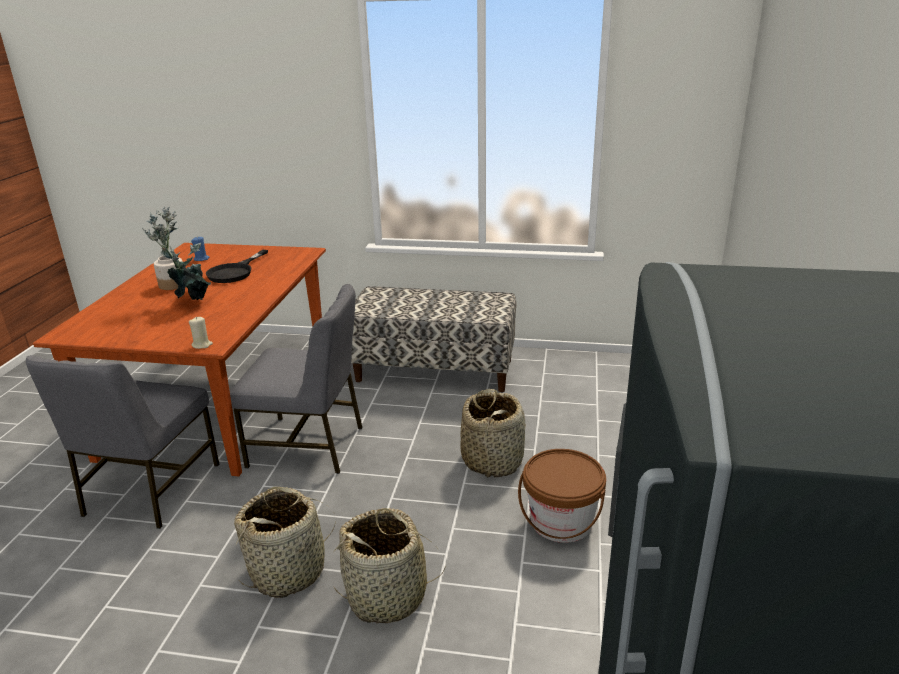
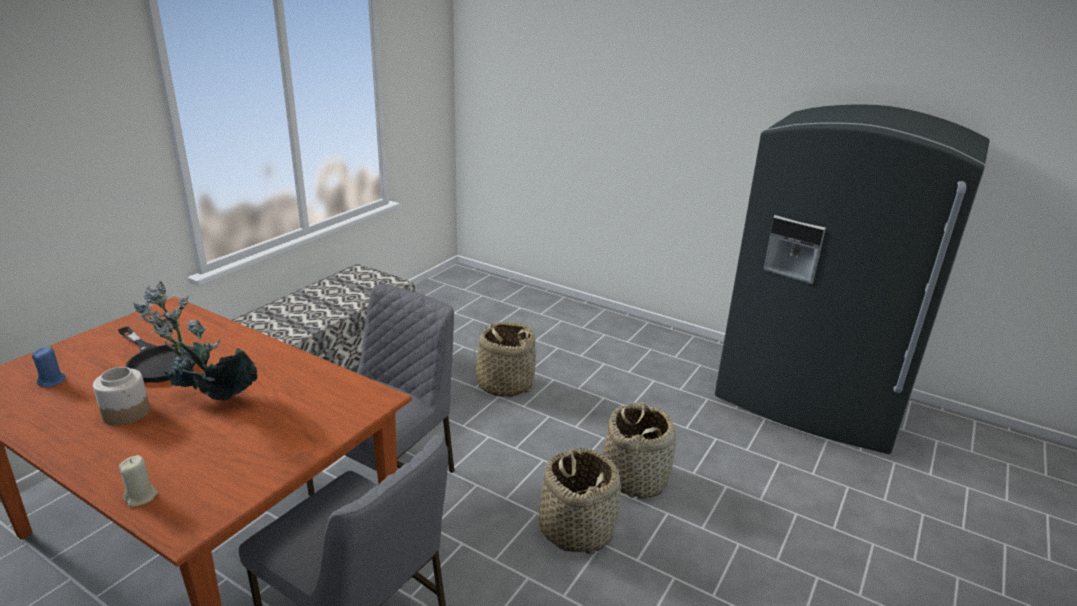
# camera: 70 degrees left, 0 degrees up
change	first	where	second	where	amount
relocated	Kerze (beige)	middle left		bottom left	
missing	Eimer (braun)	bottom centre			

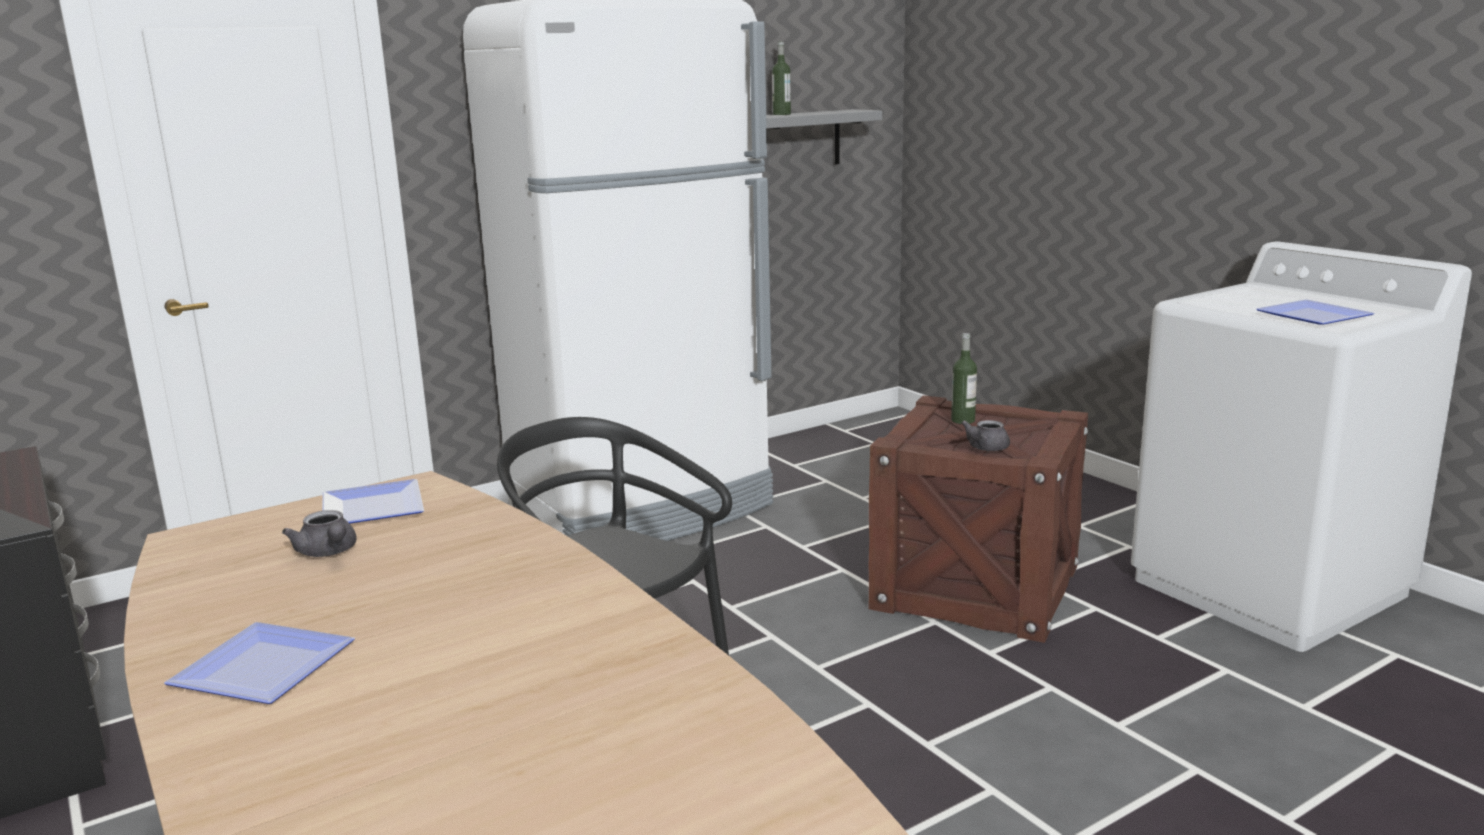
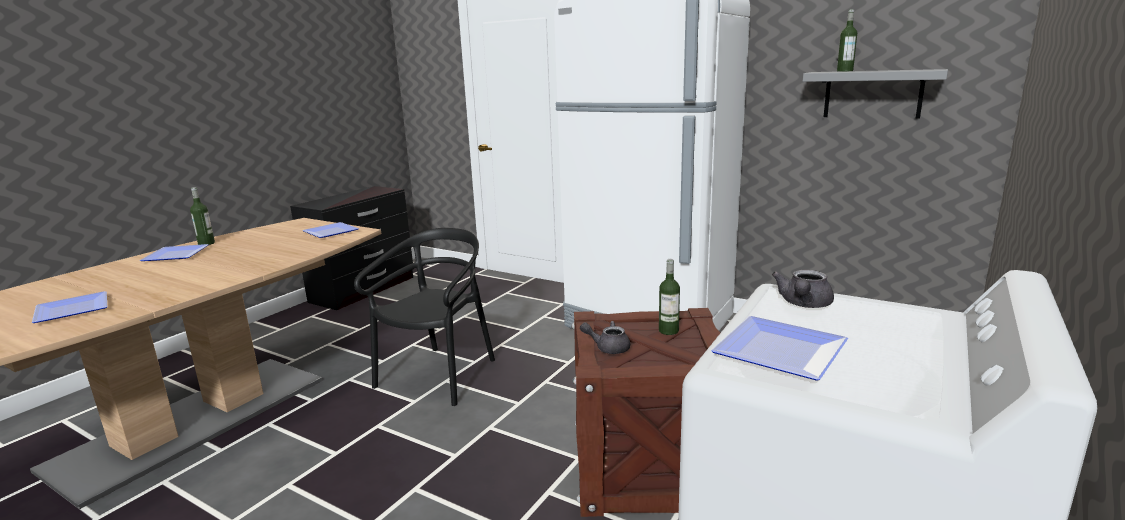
# camera: 65 degrees right, 0 degrees up
change	first	where	second	where	amount
appeared			Teller (no. 1 from left)	middle left	
appeared			Flasche (no. 1 from left)	middle left	
relocated	Teekanne (grau) (no. 1 from left in the first image)	middle left	Teekanne (grau) (no. 2 from left)	middle right	

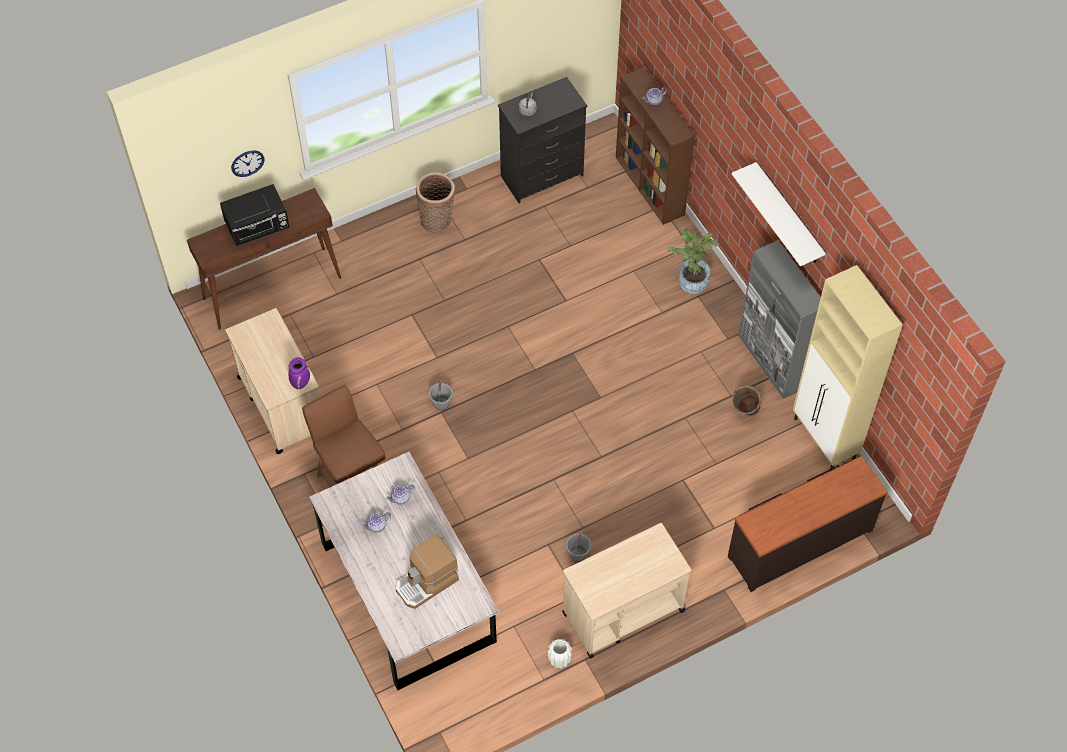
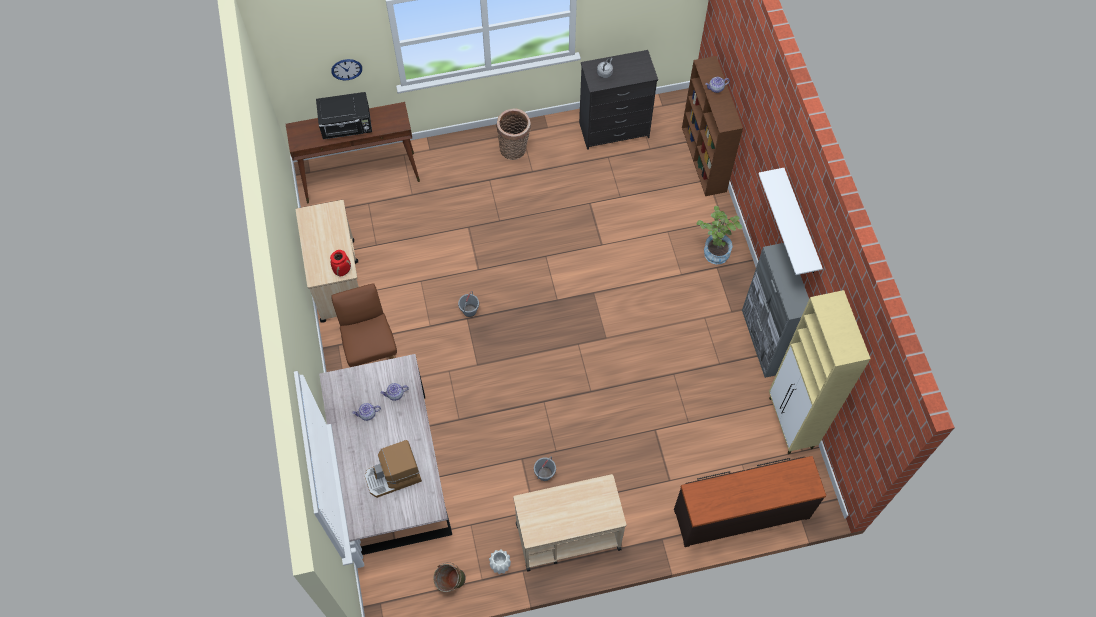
# camera: 15 degrees right, 5 degrees up
change	first	where	second	where	amount
colour	Vase (lila)	middle left	Vase (rot)	middle left	
relocated	Eimer (grün)	middle right		bottom centre	

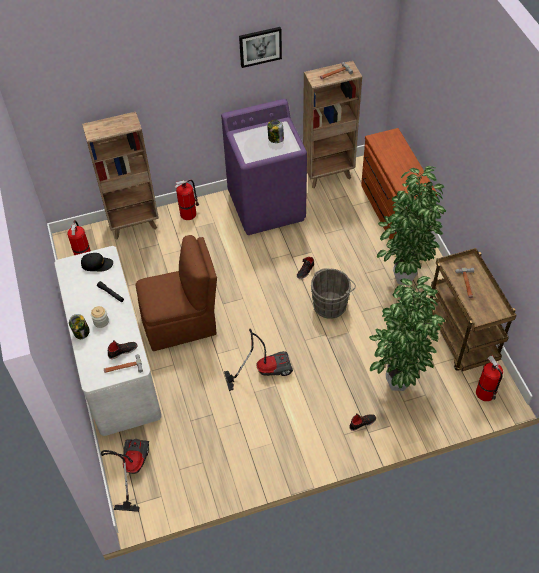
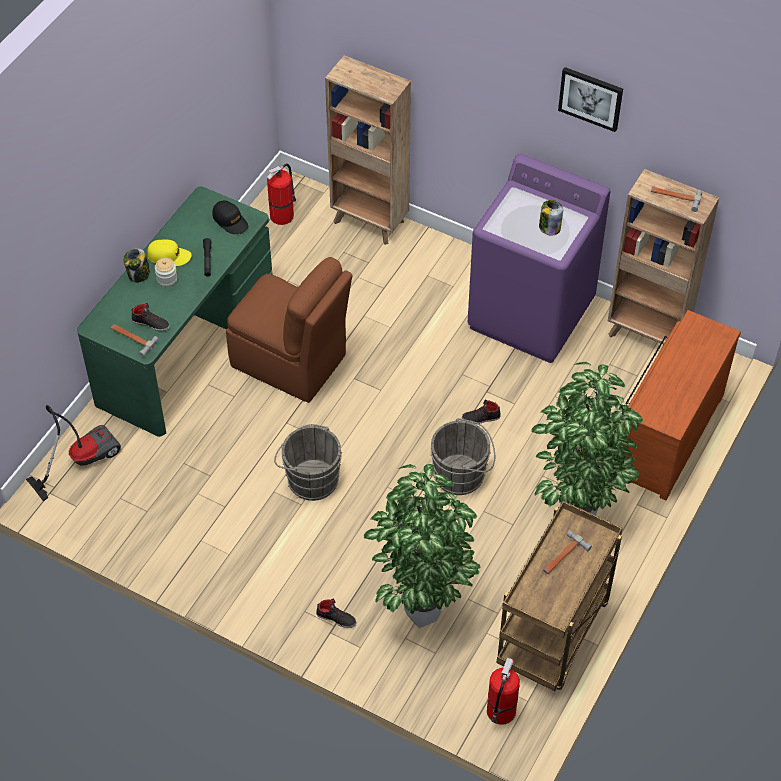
# camera: 45 degrees right, 0 degrees up
change	first	where	second	where	amount
colour	Schreibtisch (weiß)	middle left	Schreibtisch (grün)	middle left	
appeared			Kappe (gelb)	top left	
exchanged	Staubsauger (no. 2 from left)	centre	Eimer (grau) (no. 1 from left)	centre	
missing	Feuerlöscher (no. 2 from left)	centre			

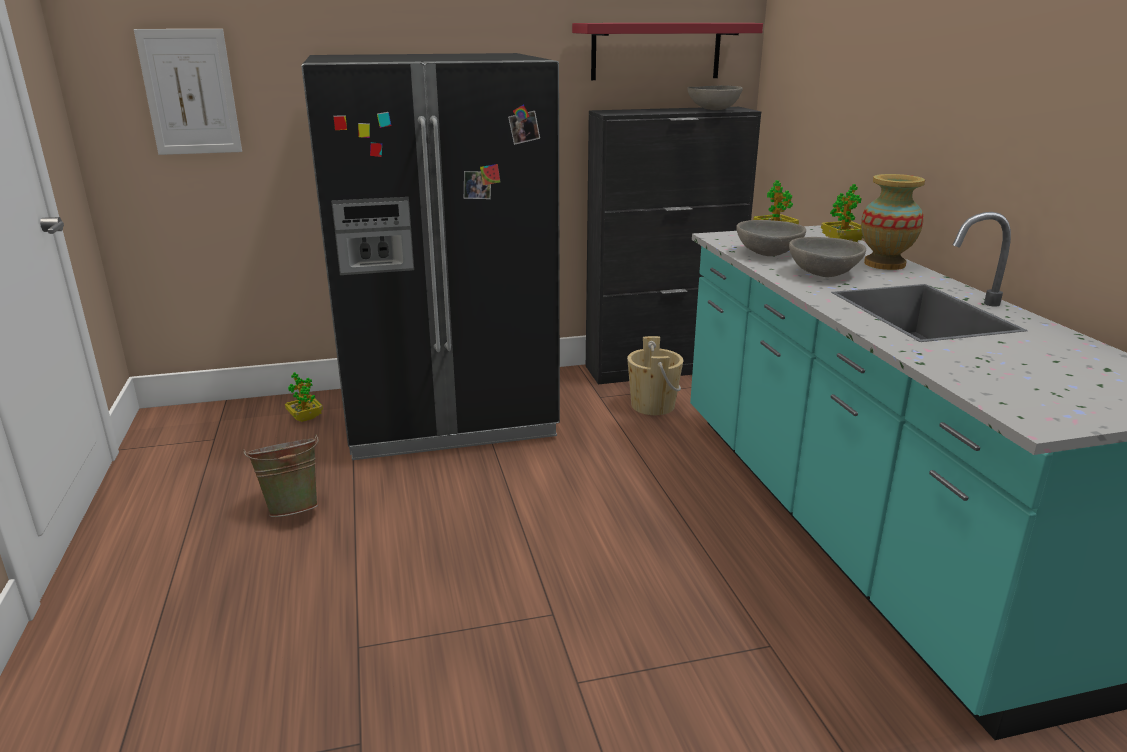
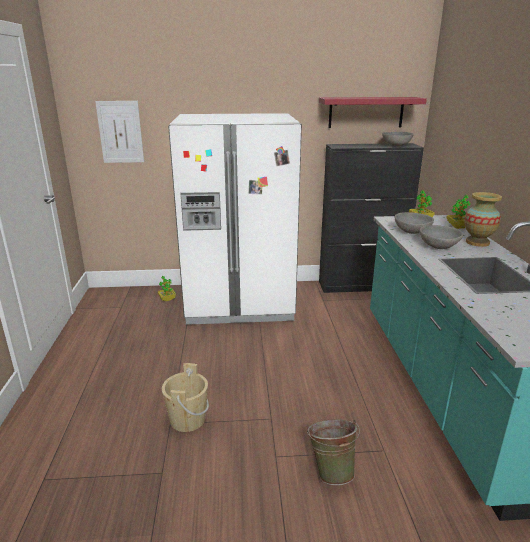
# camera: 10 degrees right, 0 degrees up
change	first	where	second	where	amount
relocated	Eimer (beige)	centre		bottom centre	
colour	Kühlschrank (schwarz)	centre	Kühlschrank (weiß)	centre	
relocated	Eimer (grün)	middle left		bottom centre	

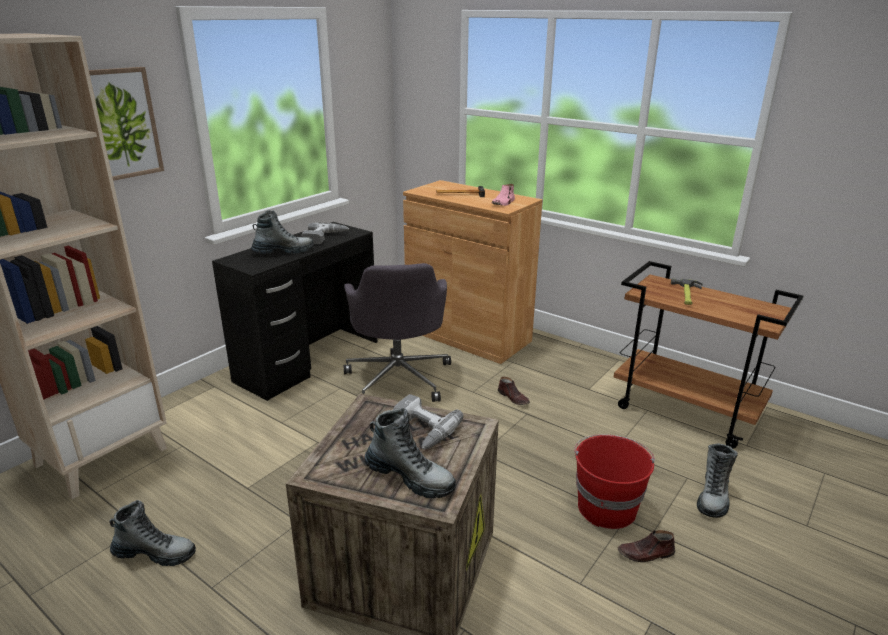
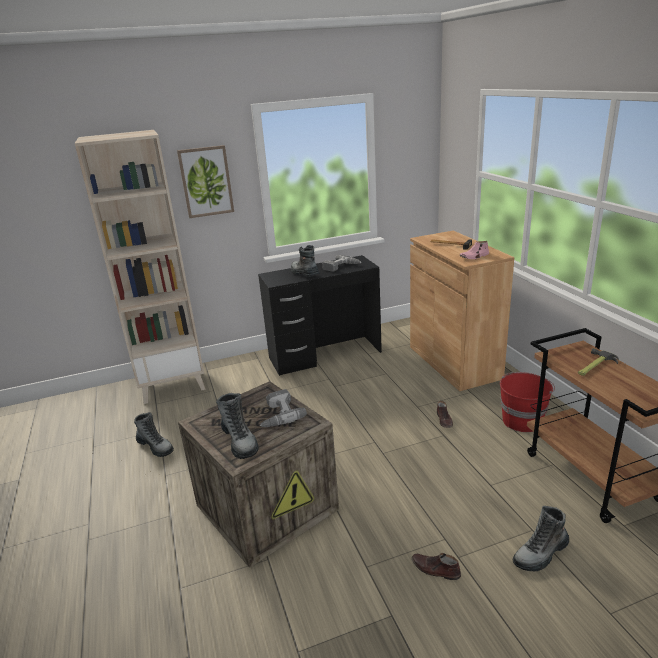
# camera: 35 degrees right, 0 degrees up
change	first	where	second	where	amount
spun	Stiefel (no. 2 from left in the first image)	middle left	Stiefel (no. 3 from left)	centre	135 degrees counterclockwise
relocated	Eimer (rot)	bottom right		middle right	
missing	Bürostuhl (grau)	centre			

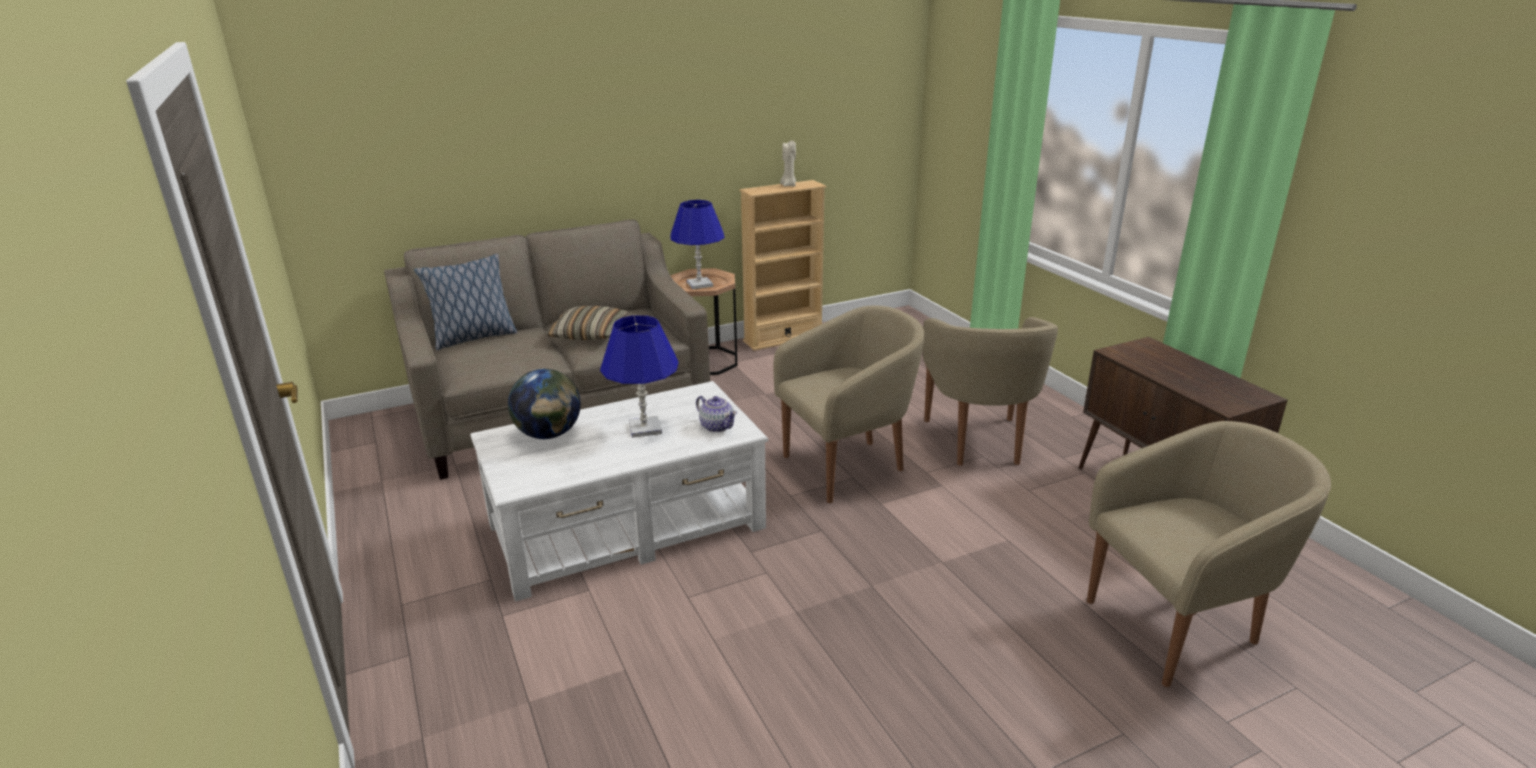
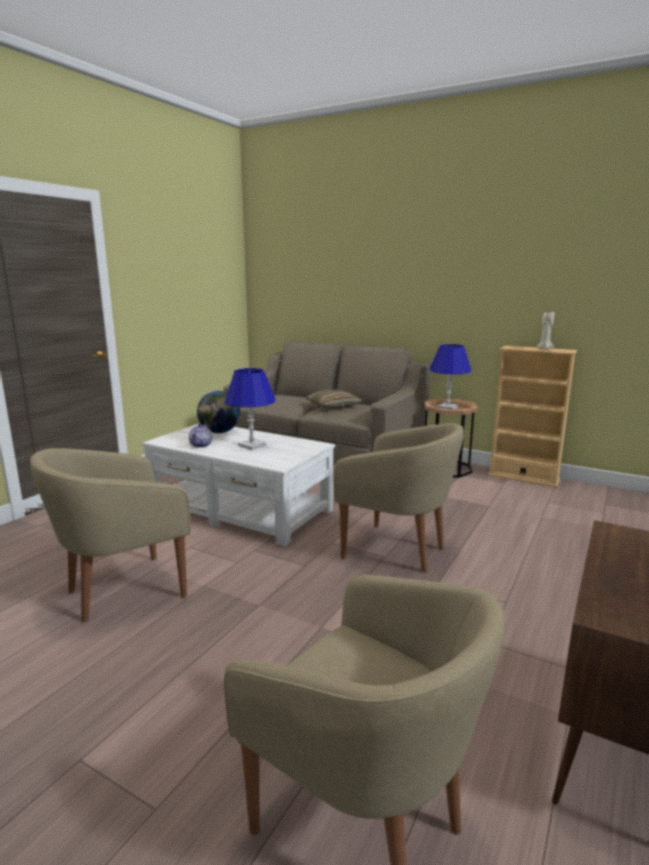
# camera: 55 degrees right, 10 degrees down
change	first	where	second	where	amount
relocated	Sessel (beige) (no. 2 from left in the first image)	centre	Sessel (beige) (no. 1 from left)	middle left	
relocated	Teekanne	centre		middle left	
missing	Kissen (no. 1 from left)	middle left			

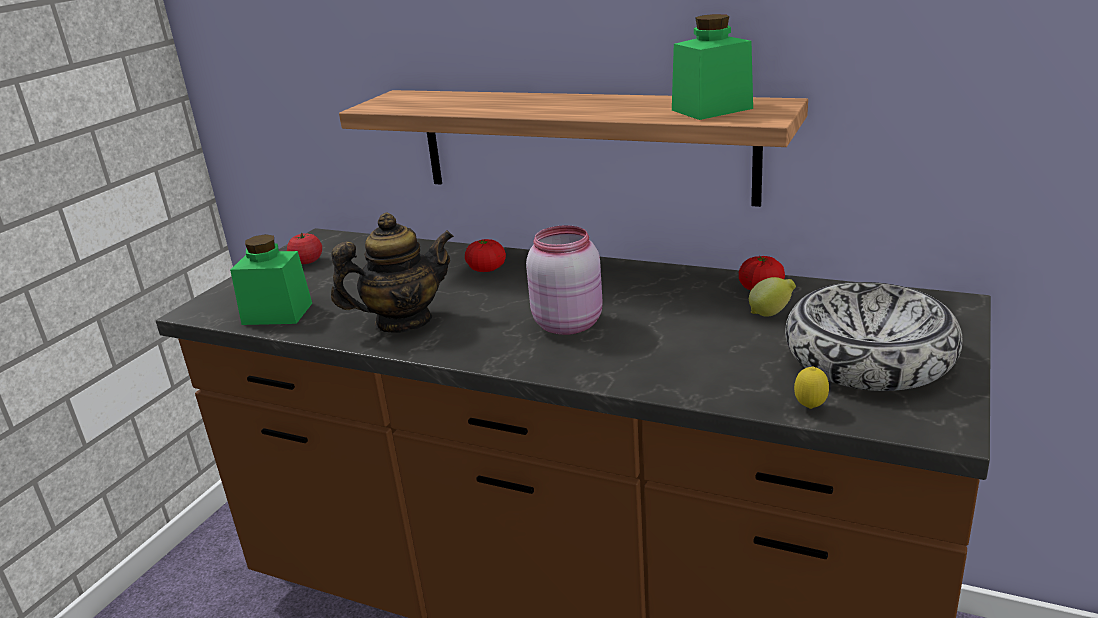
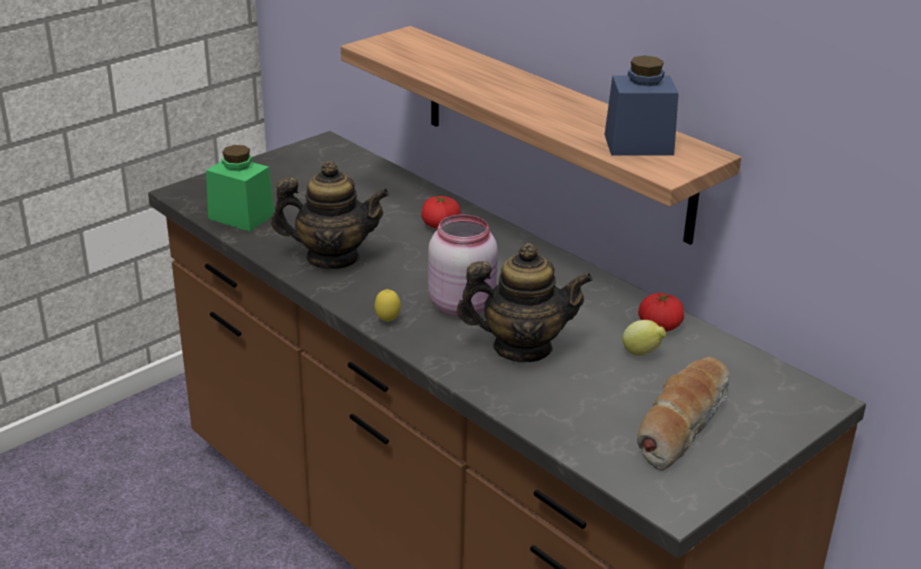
# camera: 20 degrees right, 5 degrees up
change	first	where	second	where	amount
relocated	Zitrone (no. 2 from left in the first image)	middle right	Zitrone (no. 1 from left)	centre	
appeared			Teekanne (no. 2 from left)	centre	
colour	Vorratsglas (grün) (no. 2 from left)	top centre	Vorratsglas (blau)	top right	
exchanged	Schüssel	middle right	Brot	bottom right	
missing	Tomate (no. 1 from left)	middle left			

